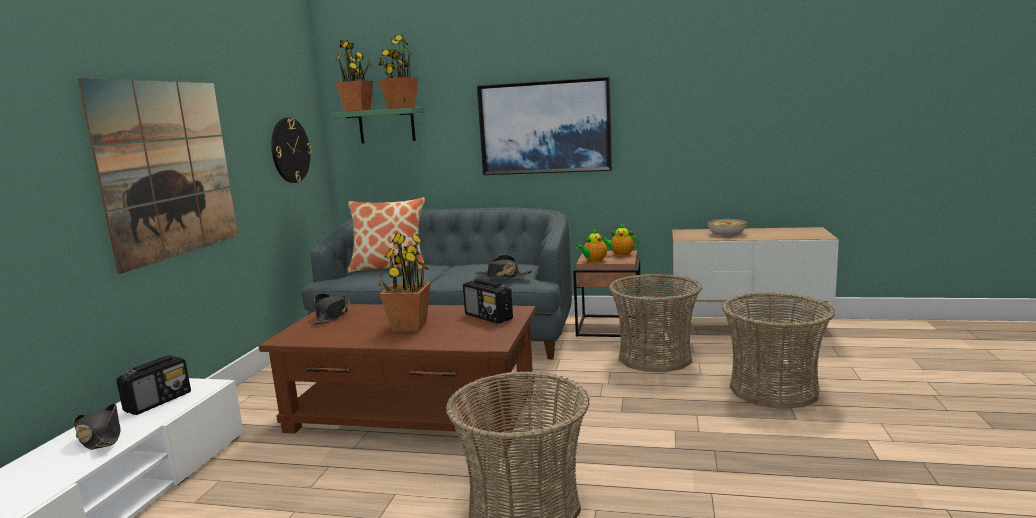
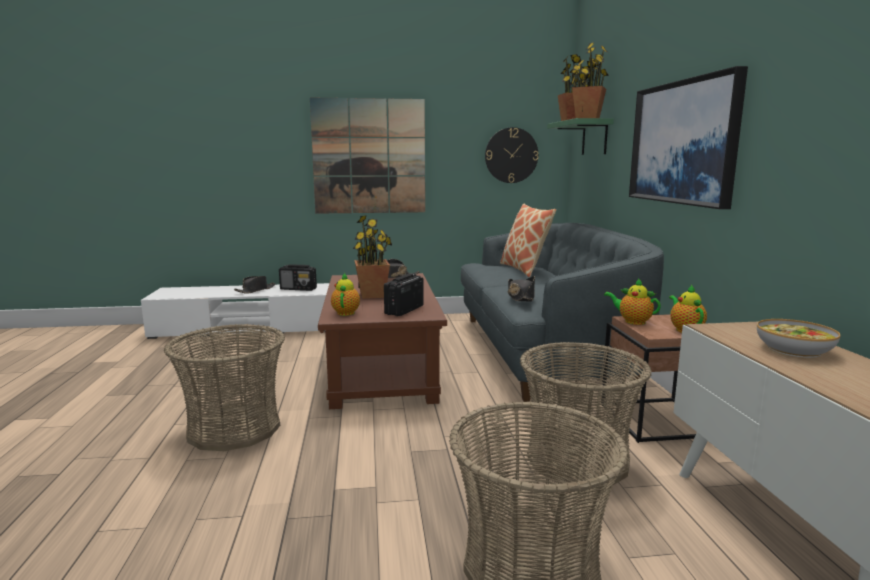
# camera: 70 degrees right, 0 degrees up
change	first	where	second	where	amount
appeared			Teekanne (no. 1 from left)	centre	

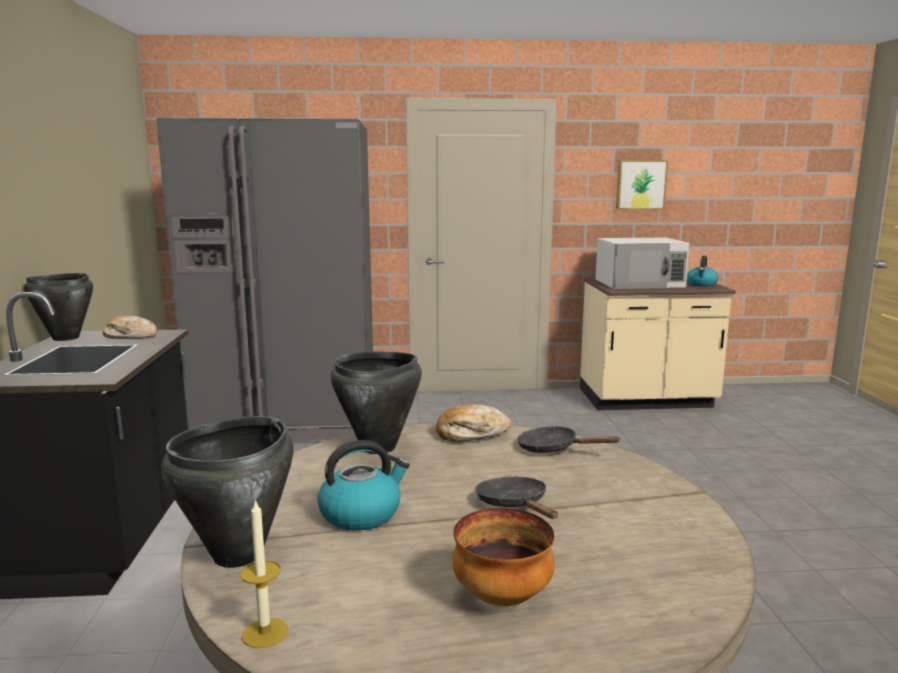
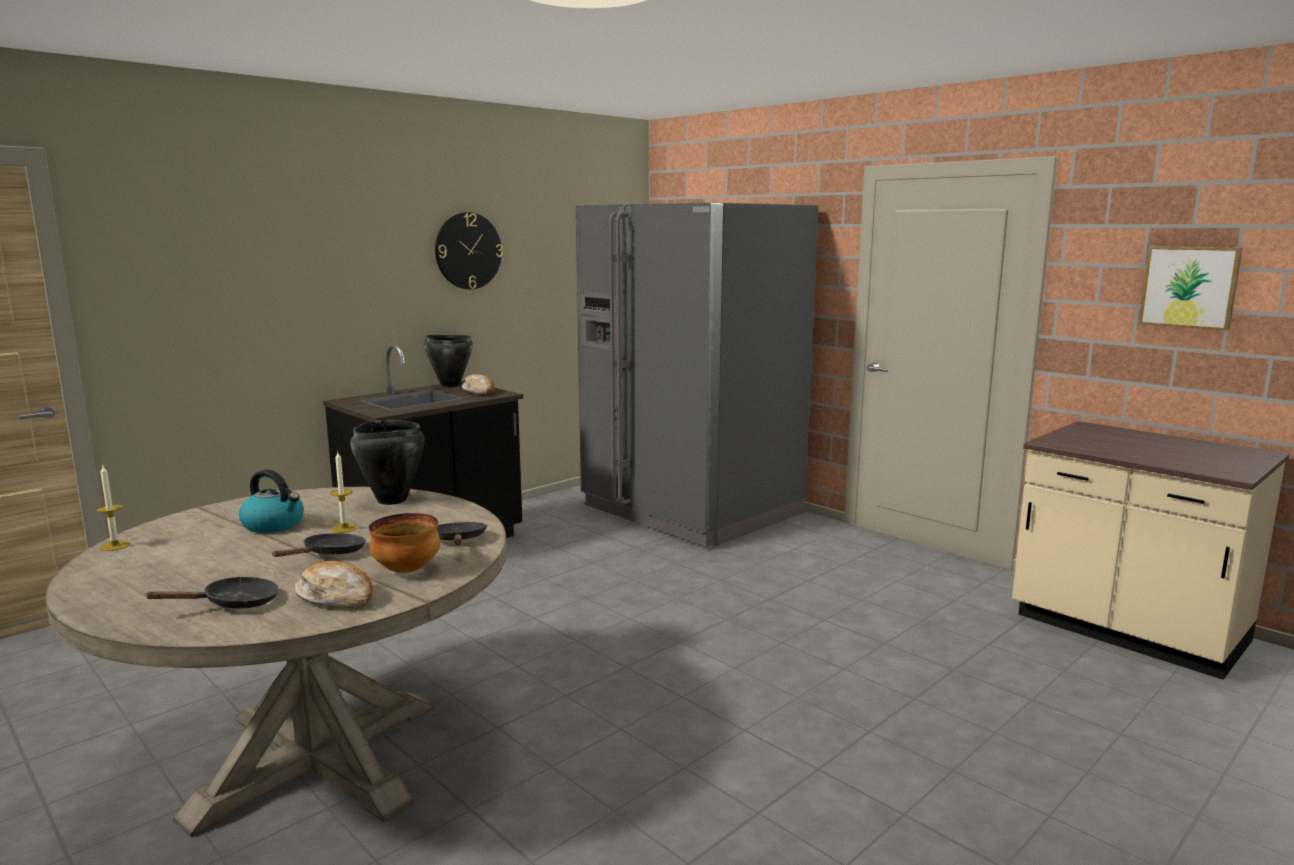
# camera: 50 degrees right, 0 degrees up
change	first	where	second	where	amount
appeared			Pfanne (schwarz) (no. 1 from left)	bottom left	
relocated	Brot (no. 2 from left in the first image)	centre	Brot (no. 1 from left)	bottom left	
appeared			Kerze (no. 2 from left)	middle left	
relocated	Schüssel	bottom centre		middle left	
appeared			Wanduhr	top centre	
missing	Kochtopf (schwarz) (no. 2 from left)	bottom left			
missing	Mikrowelle (weiß)	middle right			
missing	Wasserkessel (no. 2 from left)	middle right			

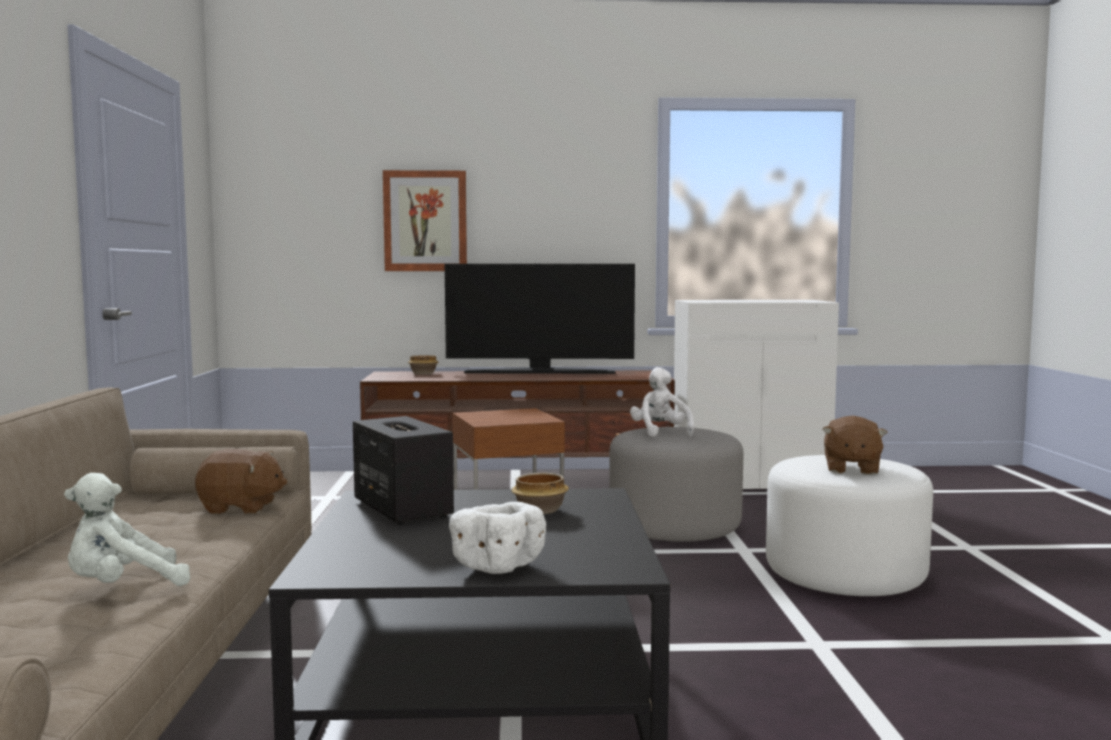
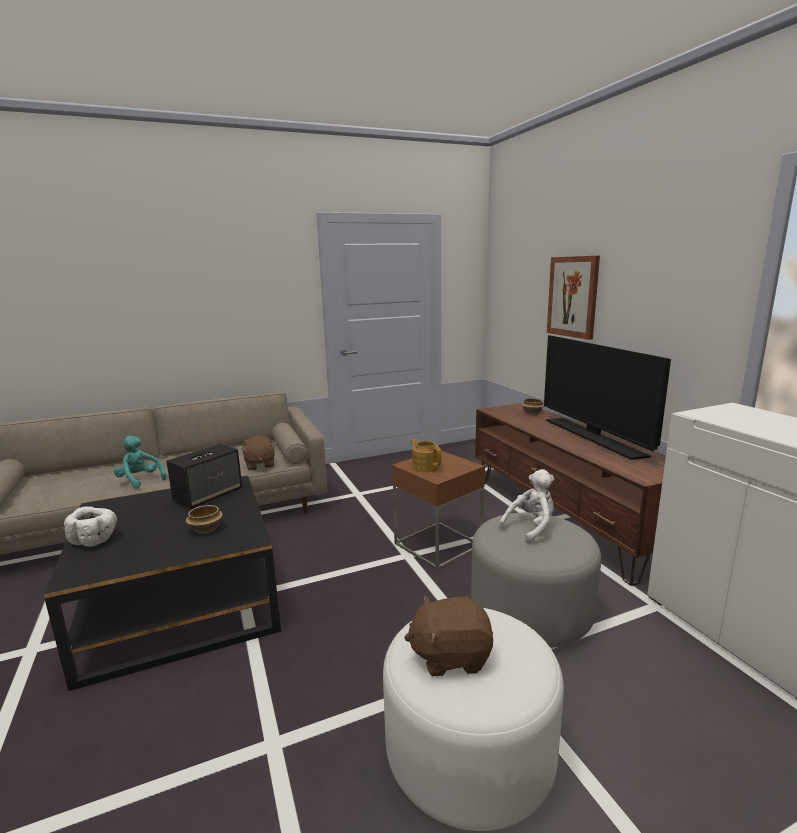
# camera: 70 degrees right, 10 degrees up
change	first	where	second	where	amount
colour	Plüschtier (weiß) (no. 1 from left)	bottom left	Plüschtier (türkis)	middle left	
appeared			Teekanne	centre	

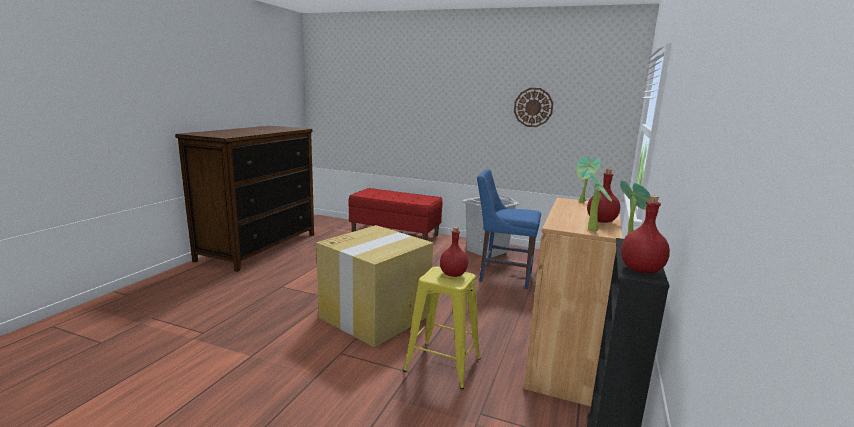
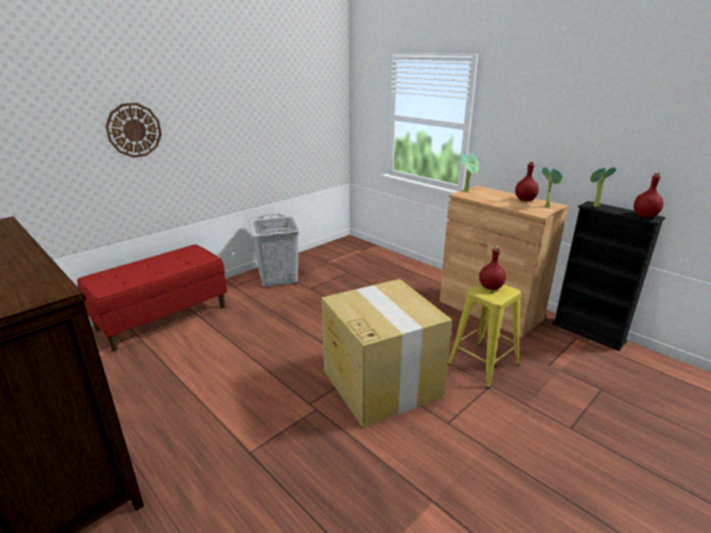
# camera: 65 degrees left, 10 degrees up
change	first	where	second	where	amount
relocated	Wanduhr	top centre		top left	
missing	Stuhl (blau)	centre			

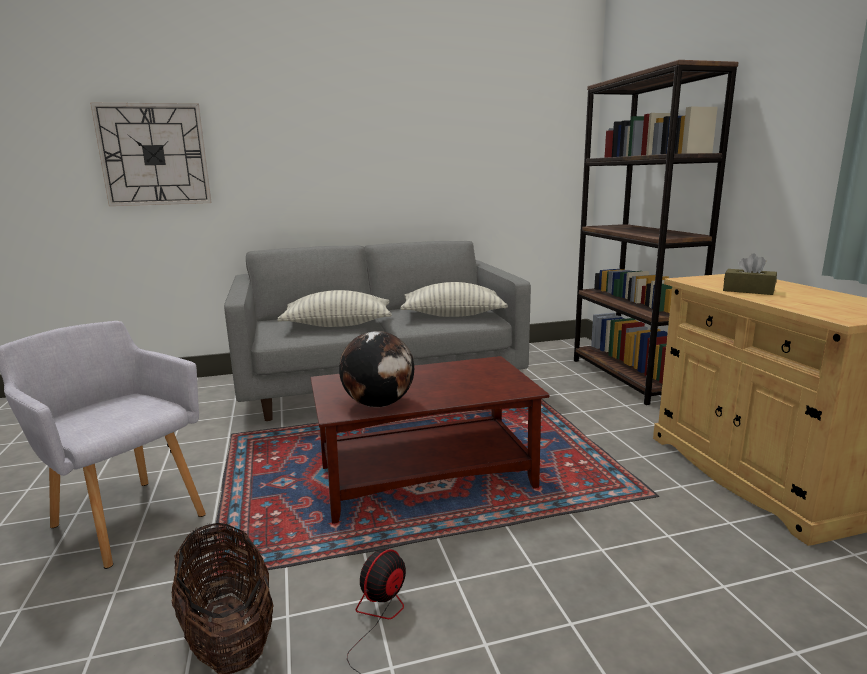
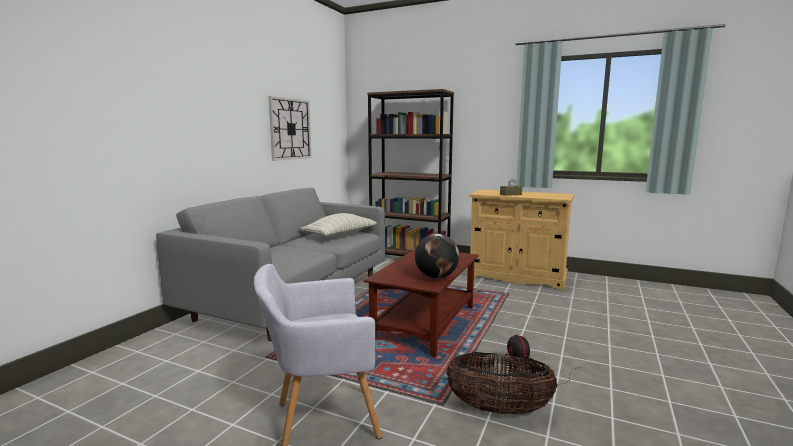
# camera: 50 degrees left, 5 degrees down
change	first	where	second	where	amount
relocated	Wanduhr	top left		top centre	
missing	Kissen (no. 1 from left)	centre			

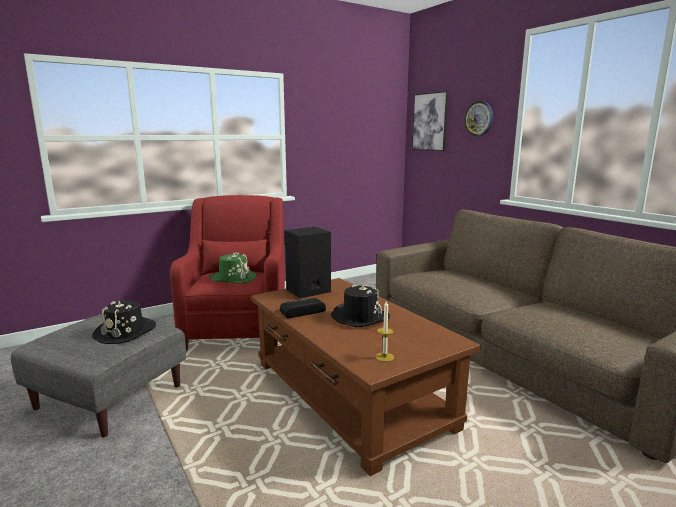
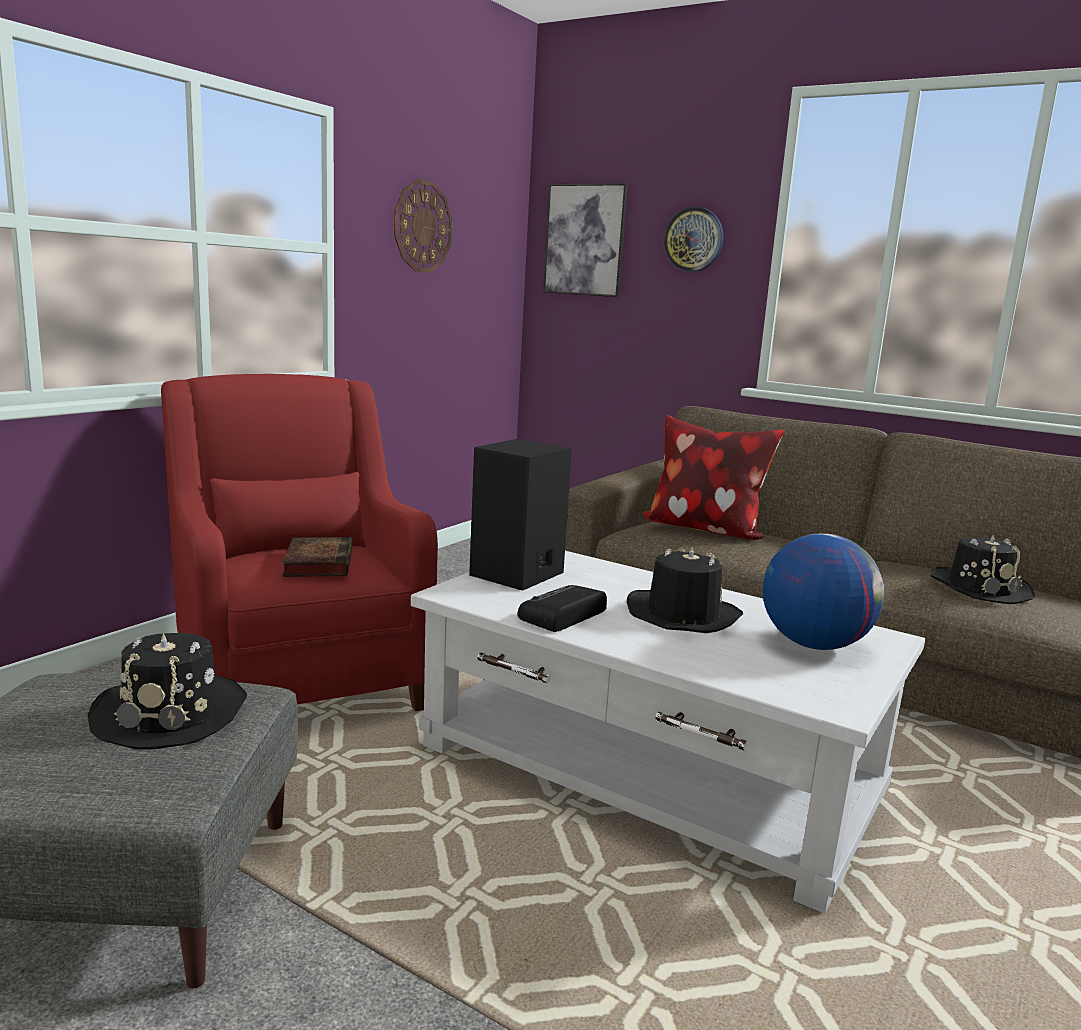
# camera: 25 degrees left, 0 degrees up
change	first	where	second	where	amount
exchanged	Hut (grün)	centre	Buch	middle left	
appeared			Wanduhr (no. 1 from left)	top centre	
colour	Couchtisch (braun)	bottom centre	Couchtisch (weiß)	bottom centre	
appeared			Kissen	centre	
appeared			Globus	middle right	
appeared			Hut (schwarz) (no. 3 from left)	middle right	
missing	Kerze	centre			

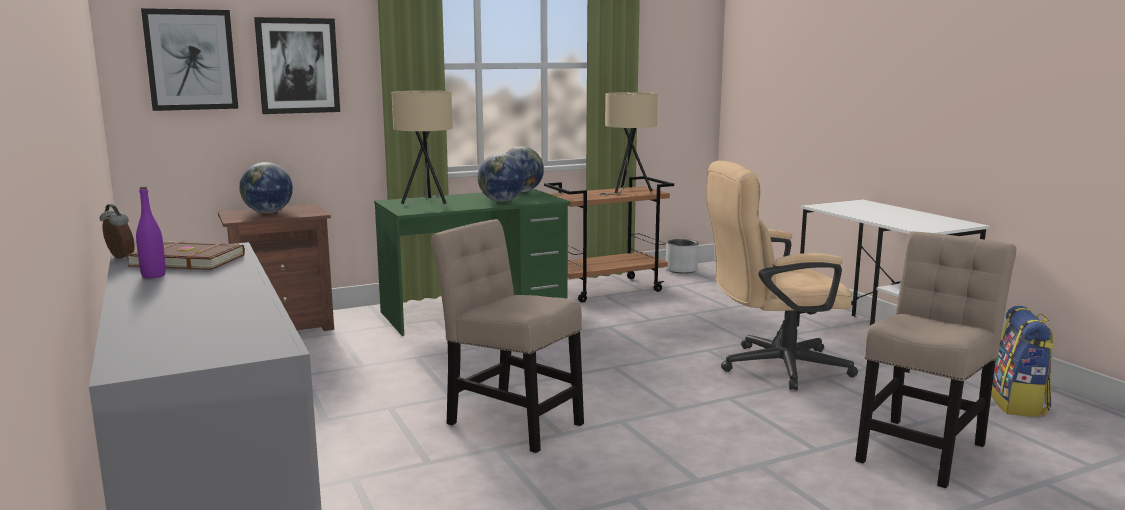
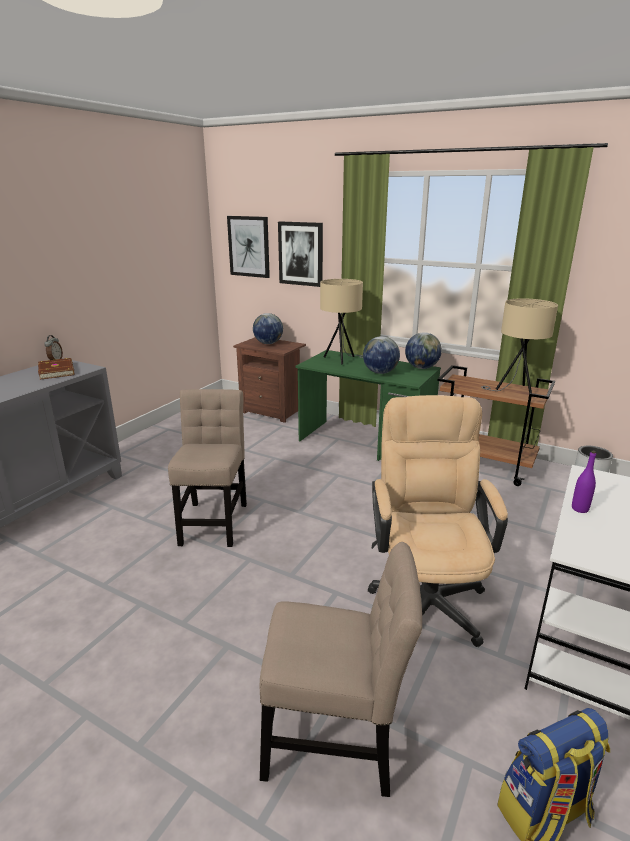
# camera: 55 degrees right, 10 degrees up
change	first	where	second	where	amount
spun	Bürostuhl (beige)	middle right		middle right	45 degrees clockwise
relocated	Flasche (lila)	middle left		middle right	

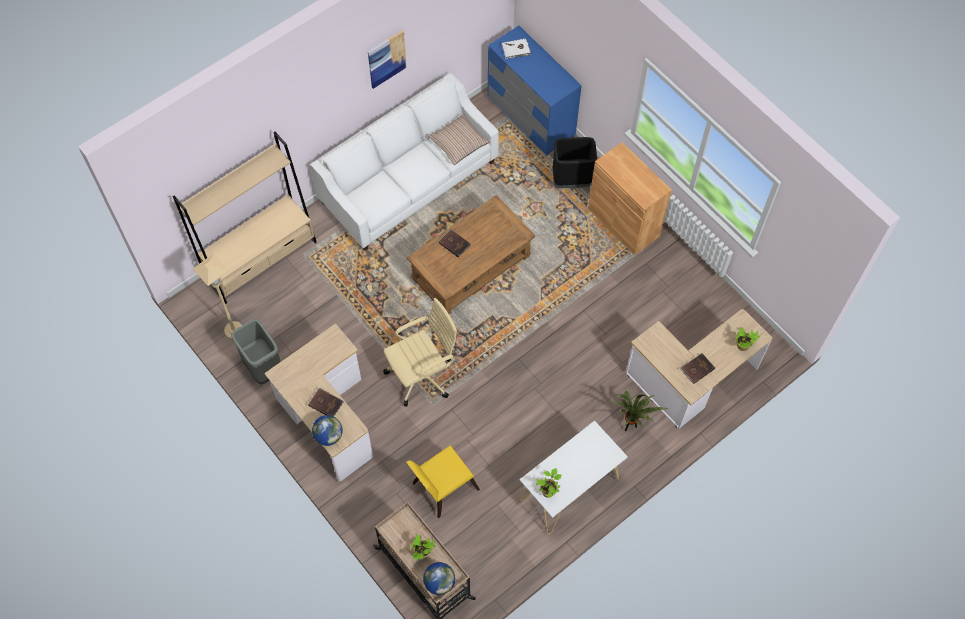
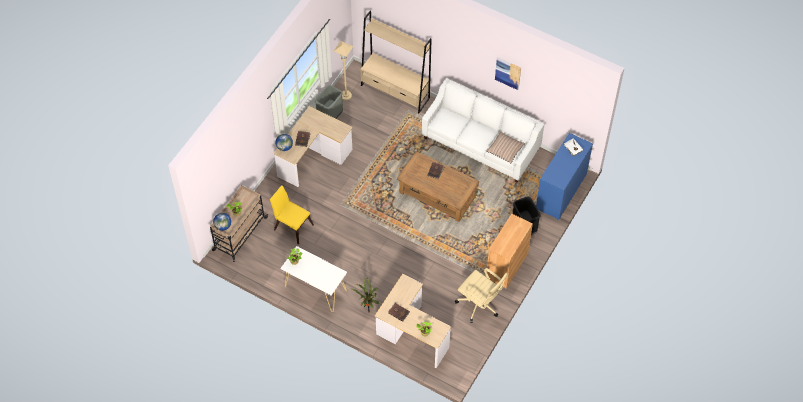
# camera: 70 degrees right, 5 degrees down
change	first	where	second	where	amount
relocated	Bürostuhl (beige)	centre		bottom centre	

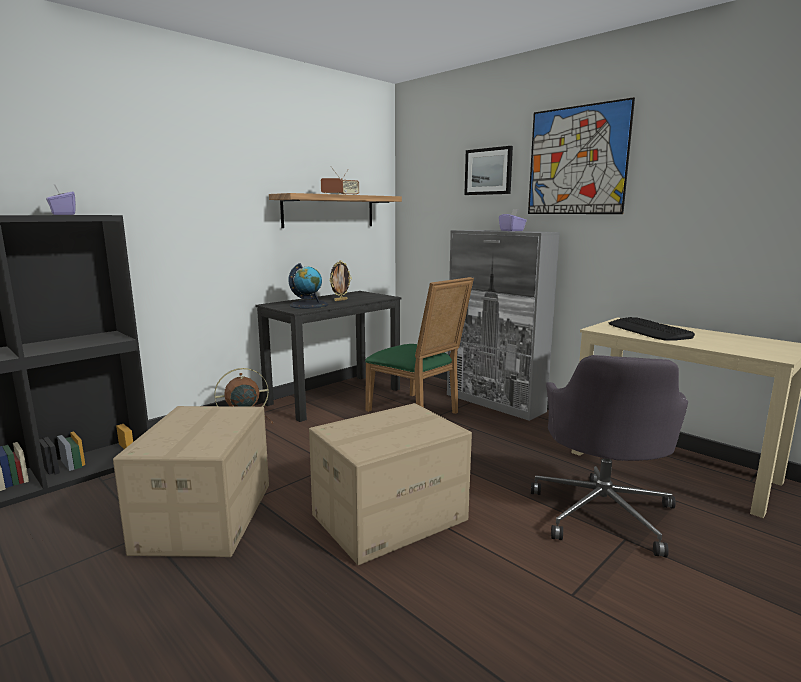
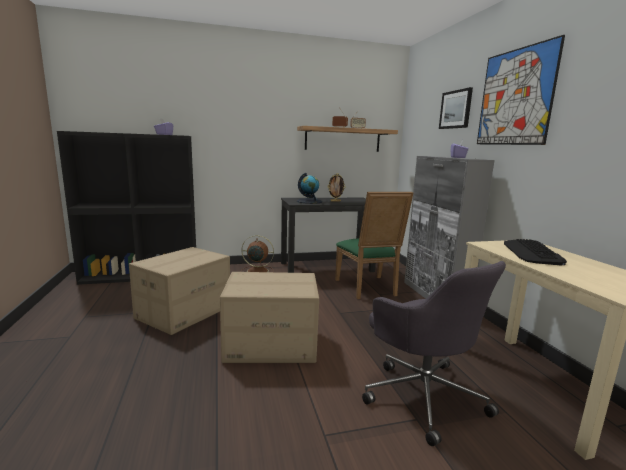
# camera: 30 degrees right, 0 degrees up
change	first	where	second	where	amount
spun	Bürostuhl (grau)	bottom right		bottom right	75 degrees counterclockwise

